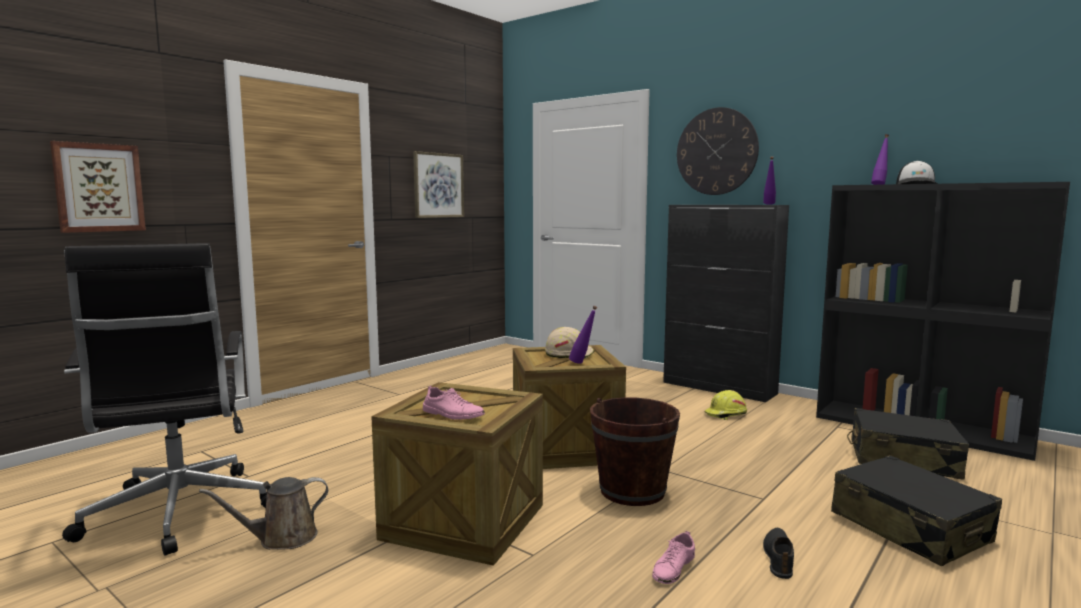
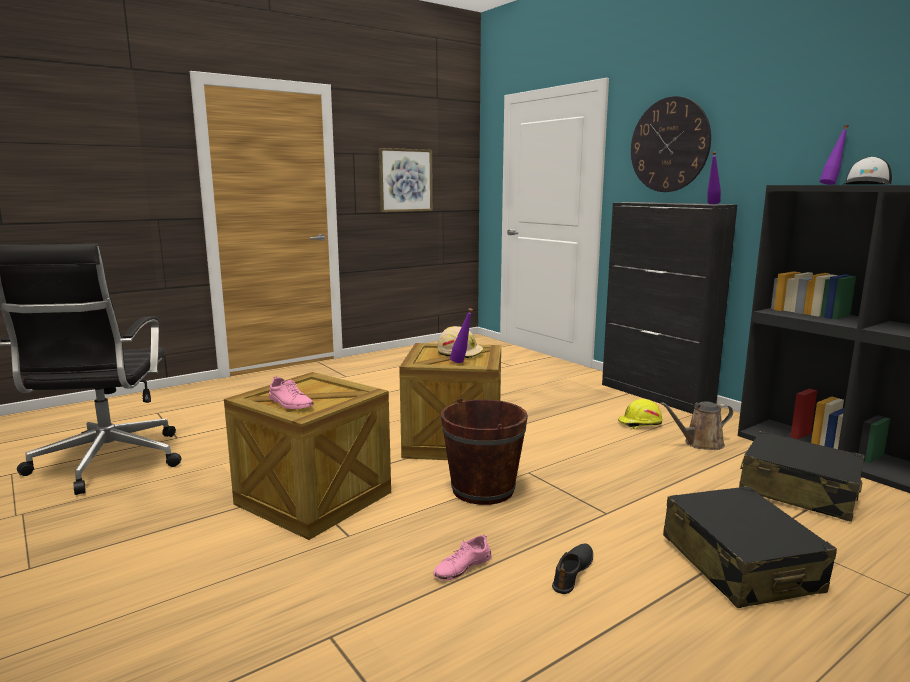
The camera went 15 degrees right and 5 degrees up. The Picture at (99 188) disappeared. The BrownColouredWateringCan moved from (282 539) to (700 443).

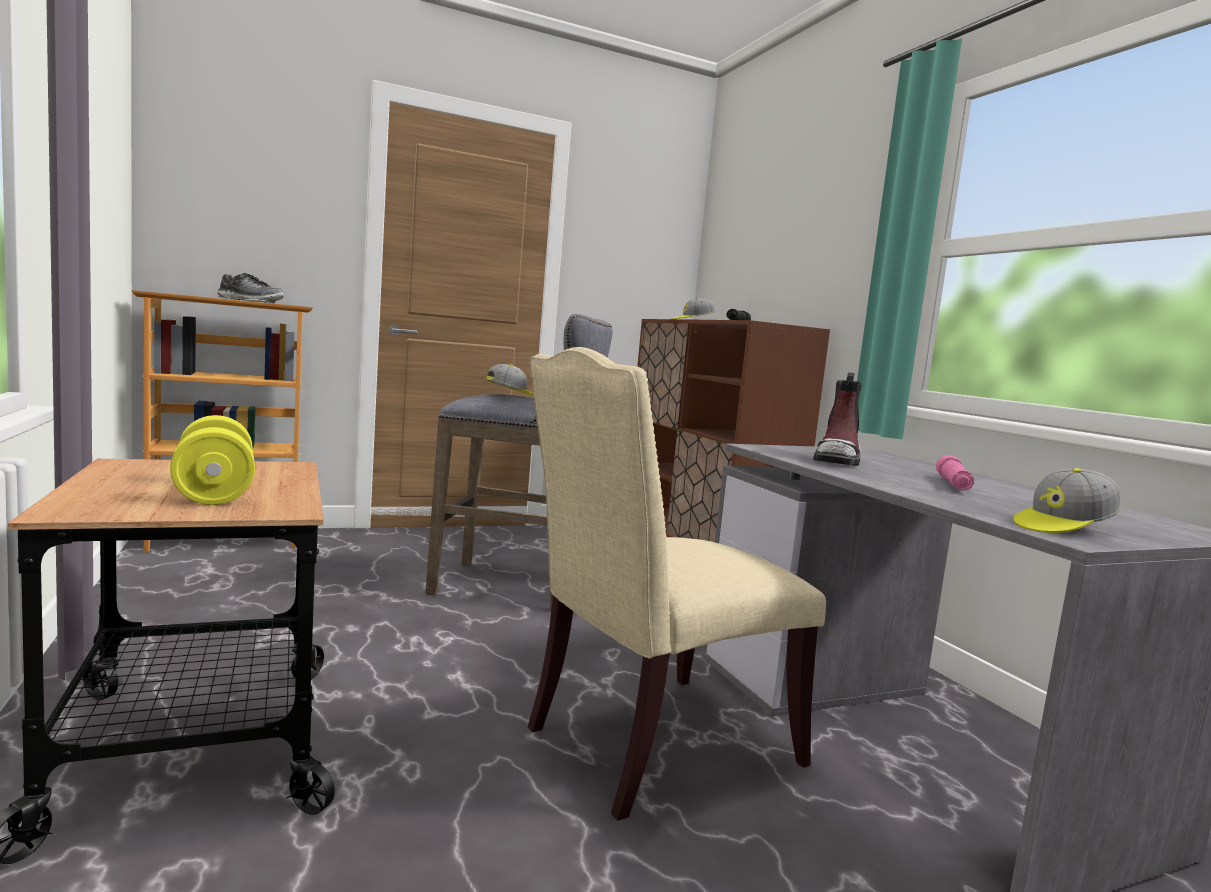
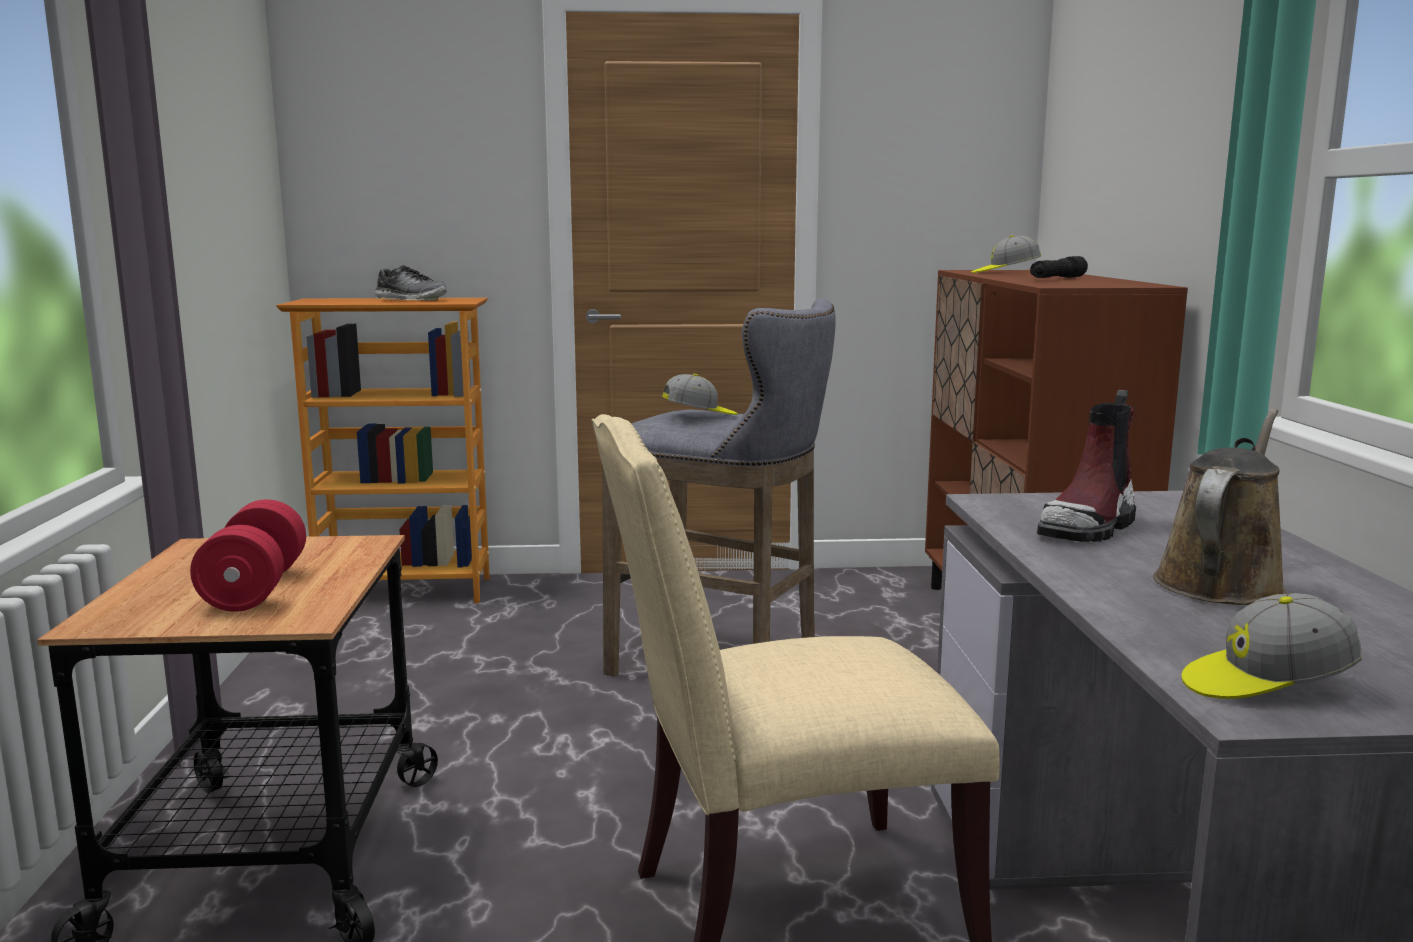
The camera went 20 degrees right and 5 degrees up. The PinkColouredTorch at (953 485) was replaced by the BrownColouredWateringCan at (1221 582). The YellowishDumbbell at (214 491) became the RedDumbbell at (255 589).

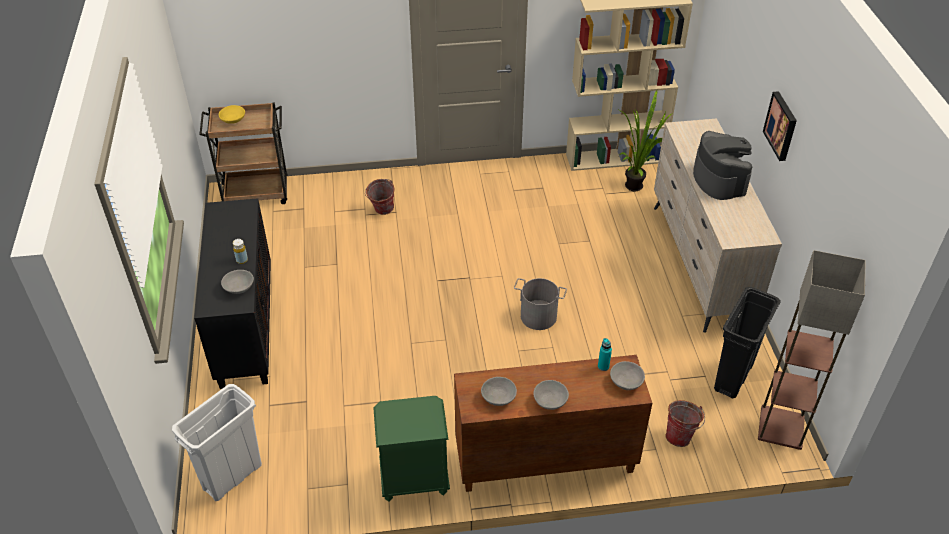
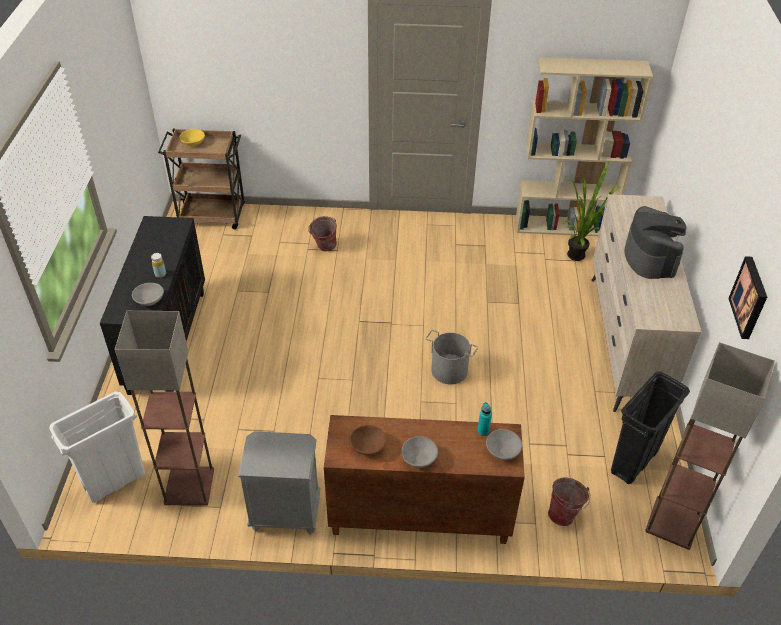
The camera went 10 degrees right and 0 degrees up. The StandardLamp at (190 487) appeared. The Picture moved from (782 126) to (750 297). The GreenishNightTable at (414 479) became the GreyishNightTable at (285 514). The GreyishBowl at (498 397) became the BrownColouredBowl at (367 446).

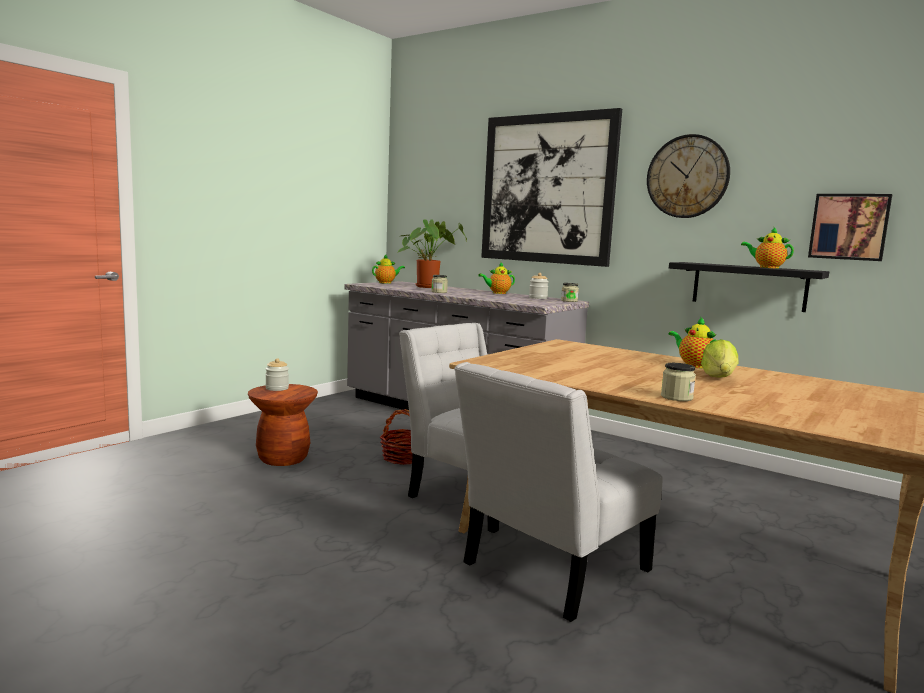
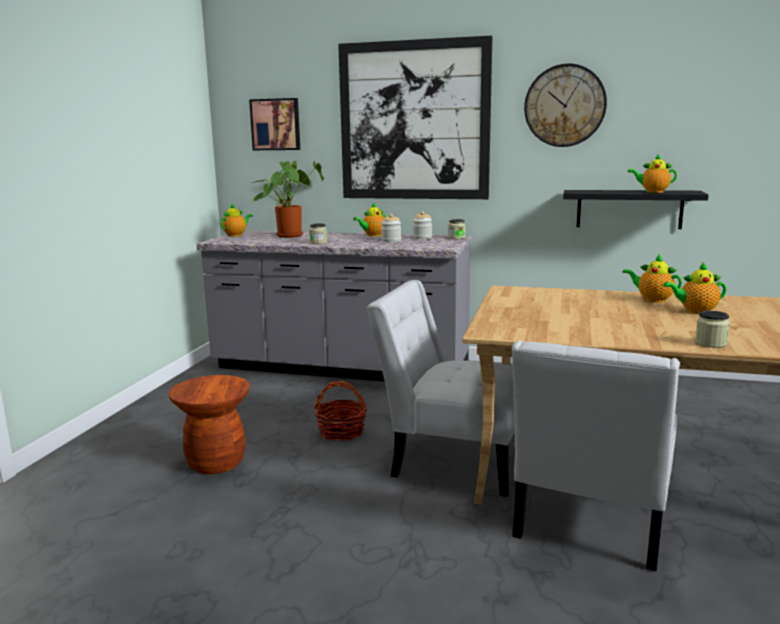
The camera went 20 degrees left and 5 degrees up. The PreserveJar moved from (277 388) to (391 241). The Picture moved from (849 227) to (276 124). The HeadOfLettuce at (719 377) was replaced by the TeaPot at (695 311).

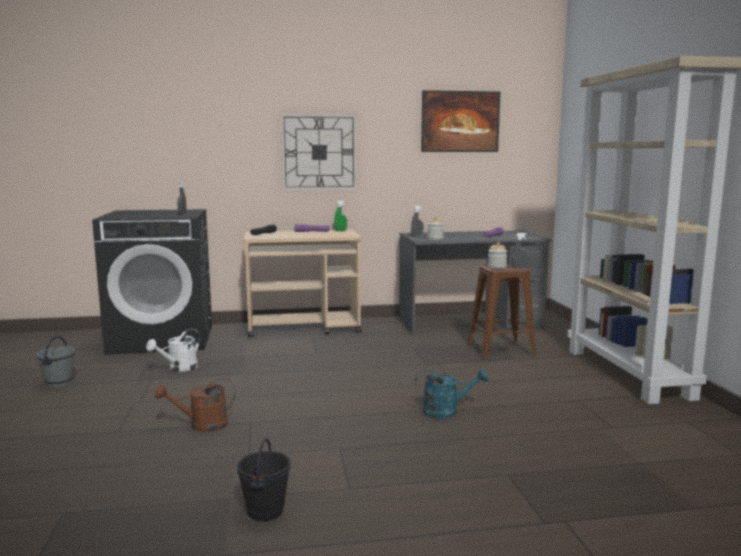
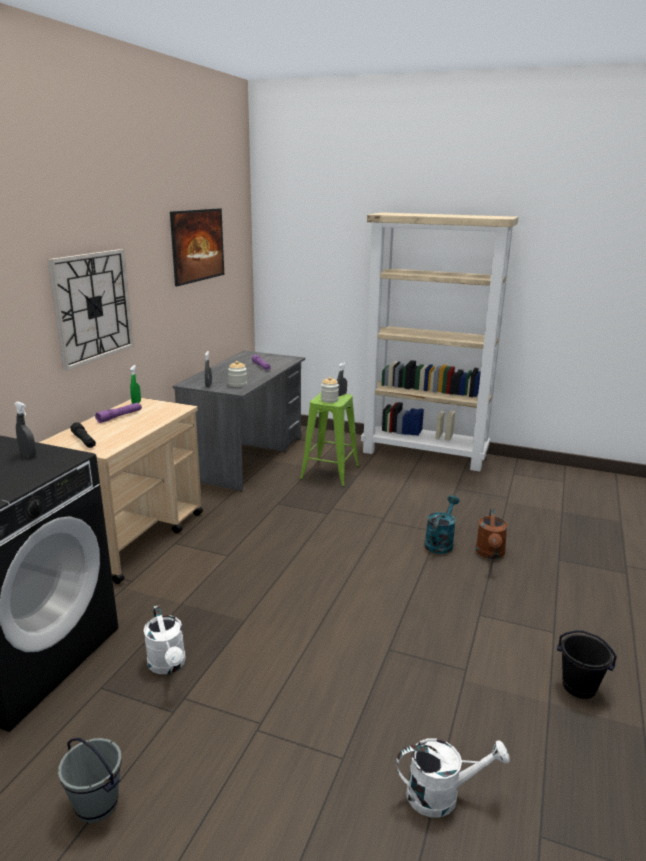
The camera went 60 degrees left and 10 degrees up. The WhiteWateringCan at (442 794) appeared. The BrownColouredWateringCan moved from (202 425) to (490 554). The BrownColouredStool at (501 350) became the GreenishStool at (330 472).

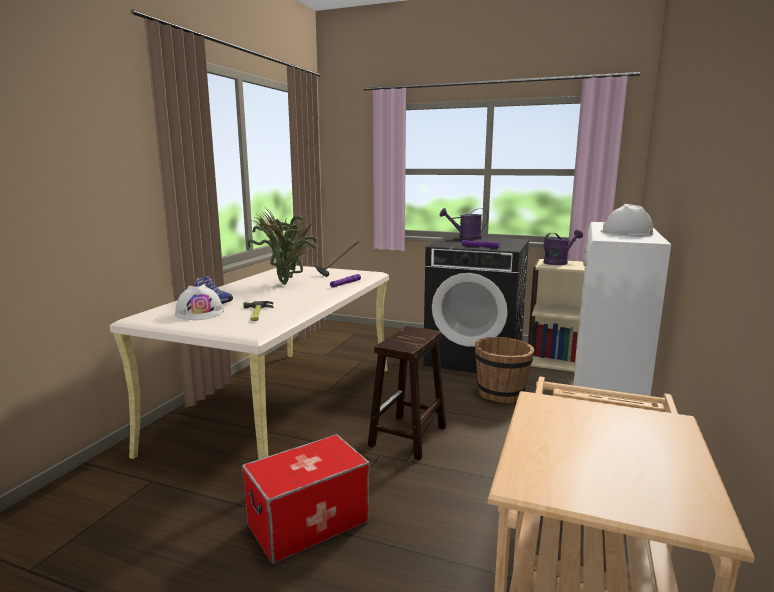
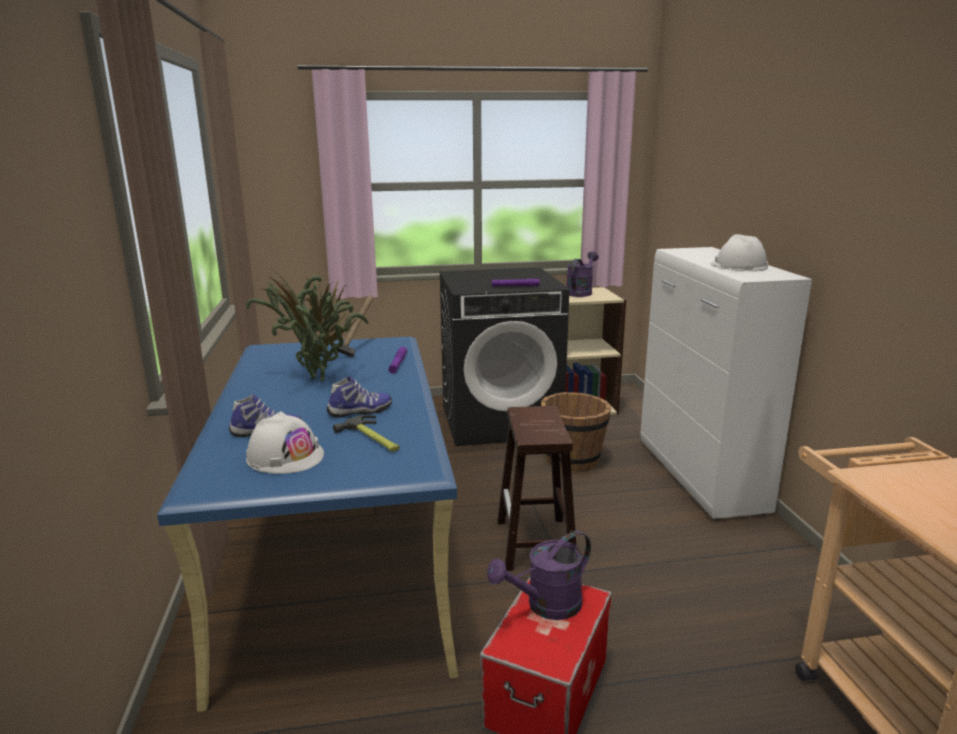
The camera went 30 degrees left and 5 degrees up. The ItemOfFootwear at (360 412) appeared. The PurpleWateringCan moved from (465 238) to (546 606). The BeigeDesk at (281 405) became the BluishDesk at (338 552).

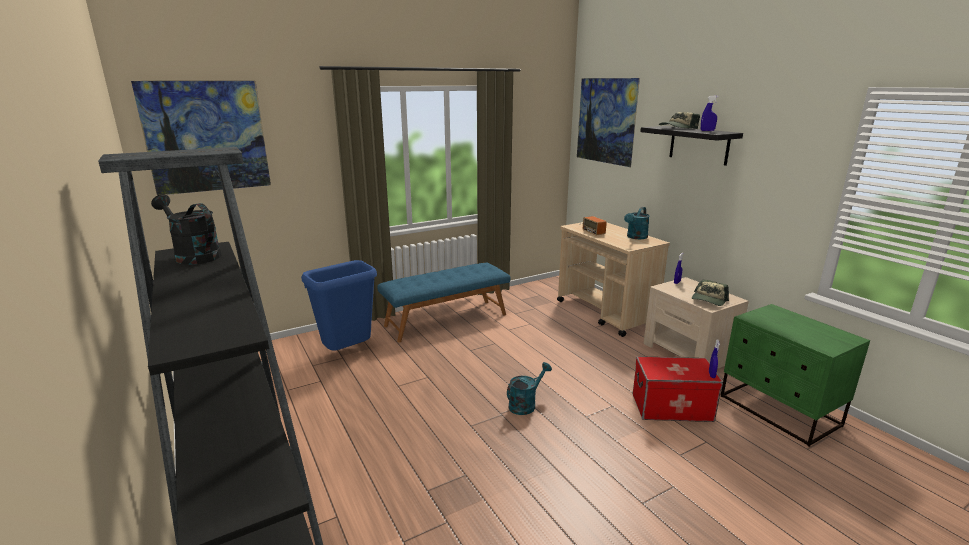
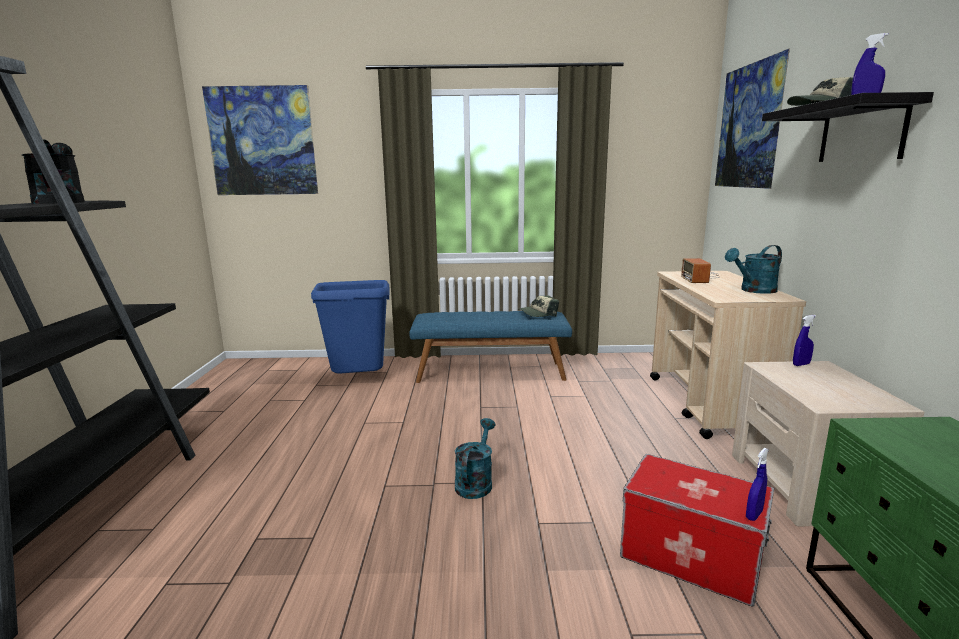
The camera went 30 degrees right and 5 degrees down. The BaseballCap moved from (709 300) to (538 314). The TurquoiseColouredWateringCan at (525 404) turned 60 degrees counterclockwise.

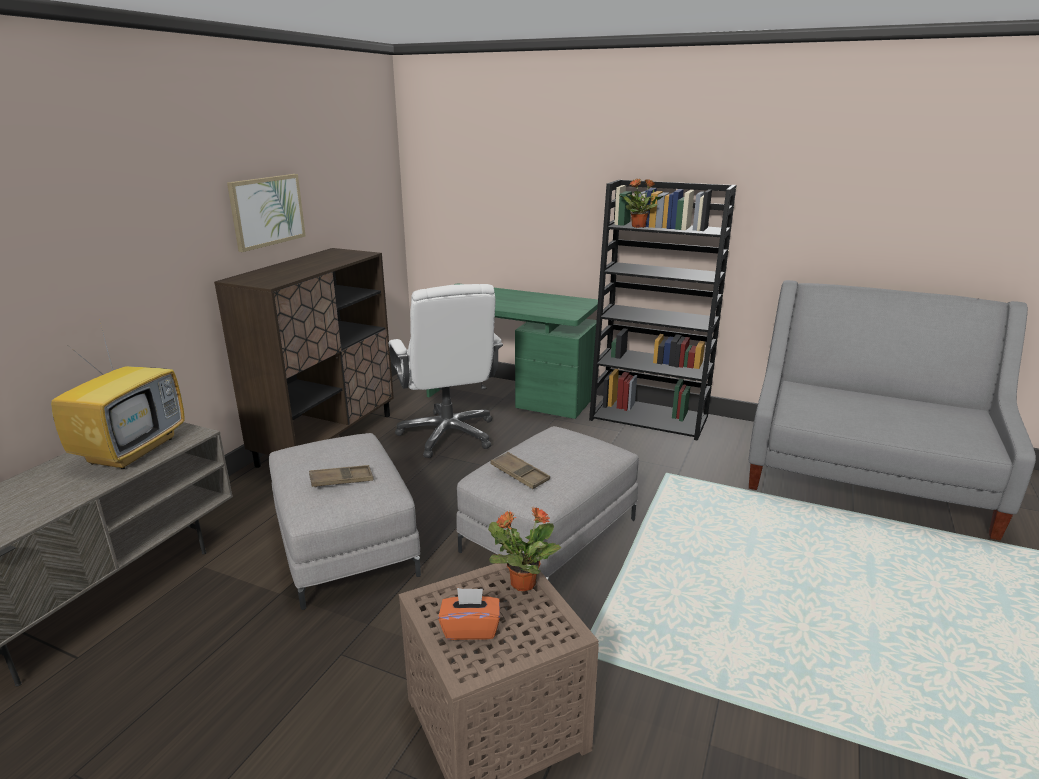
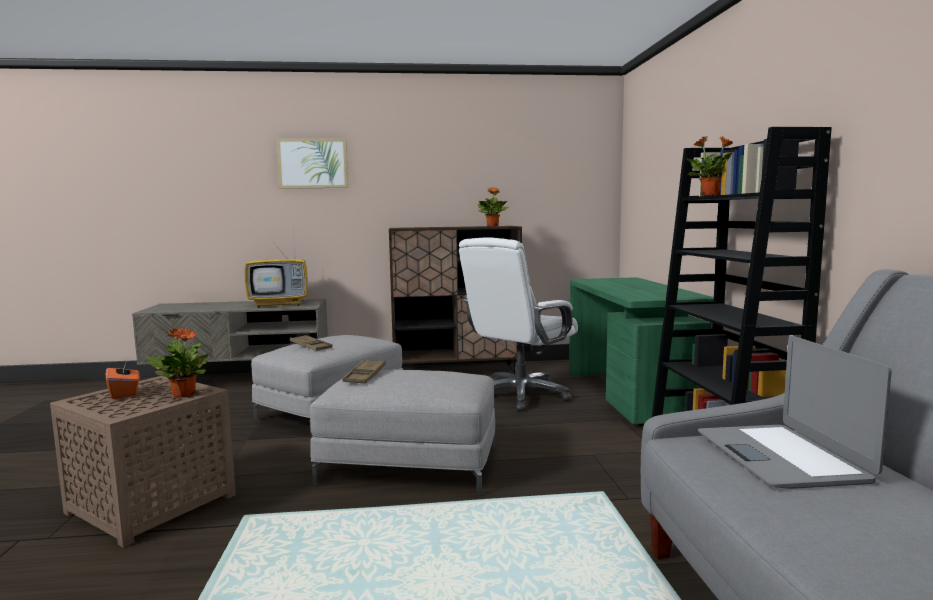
The camera went 60 degrees right and 15 degrees down. The Houseplant at (493 226) appeared. The PortableComputer at (781 457) appeared. The Picture moved from (267 211) to (313 163).

